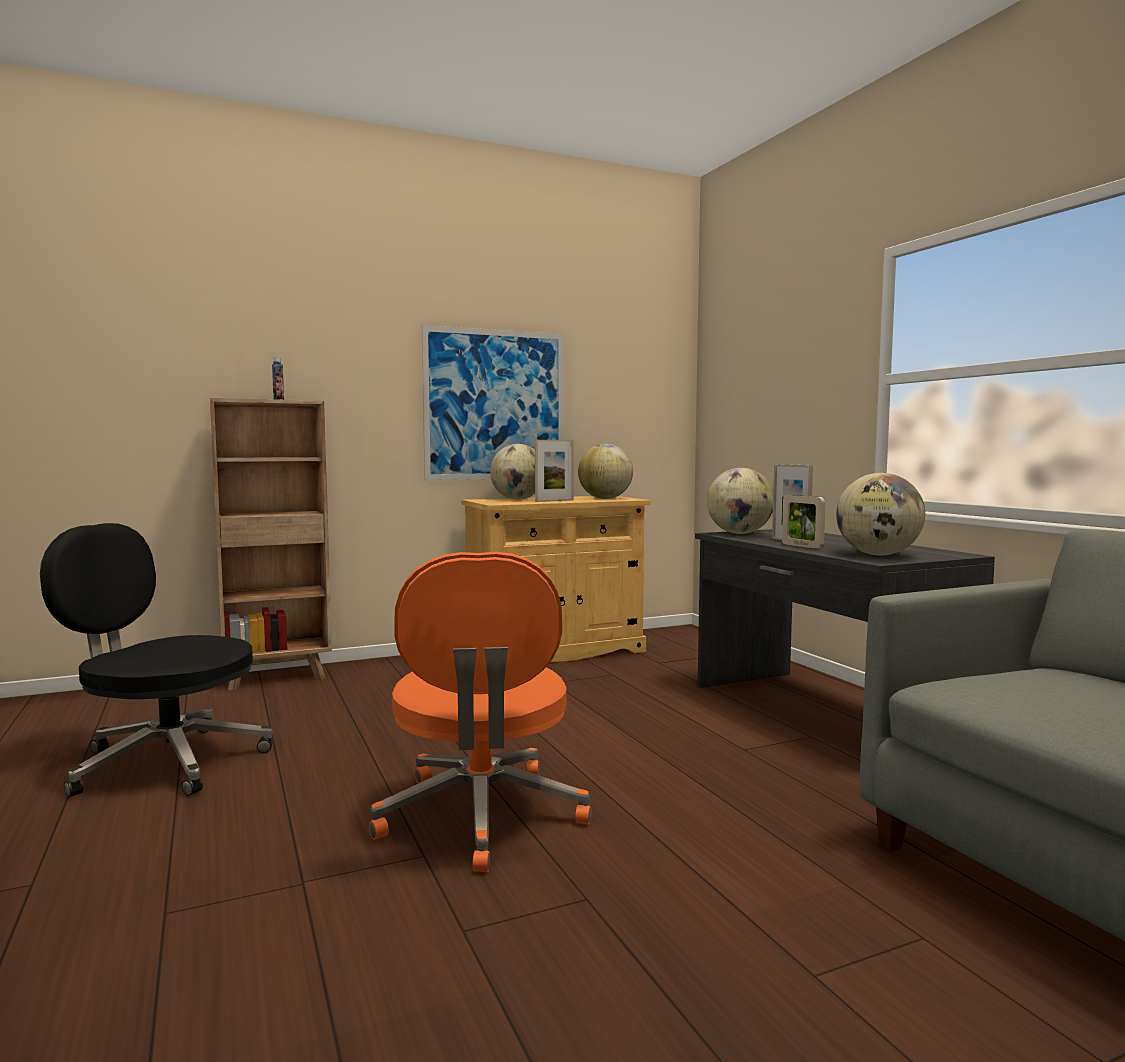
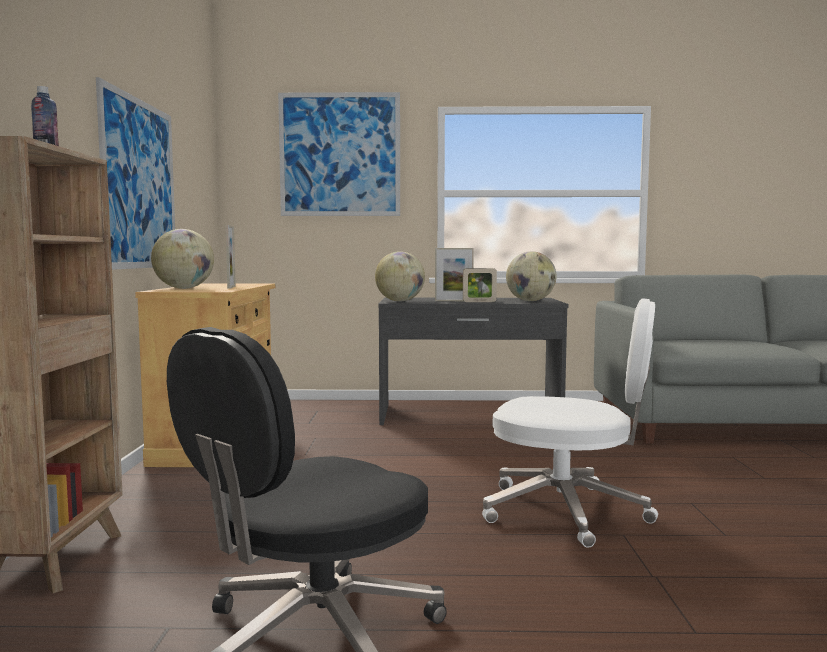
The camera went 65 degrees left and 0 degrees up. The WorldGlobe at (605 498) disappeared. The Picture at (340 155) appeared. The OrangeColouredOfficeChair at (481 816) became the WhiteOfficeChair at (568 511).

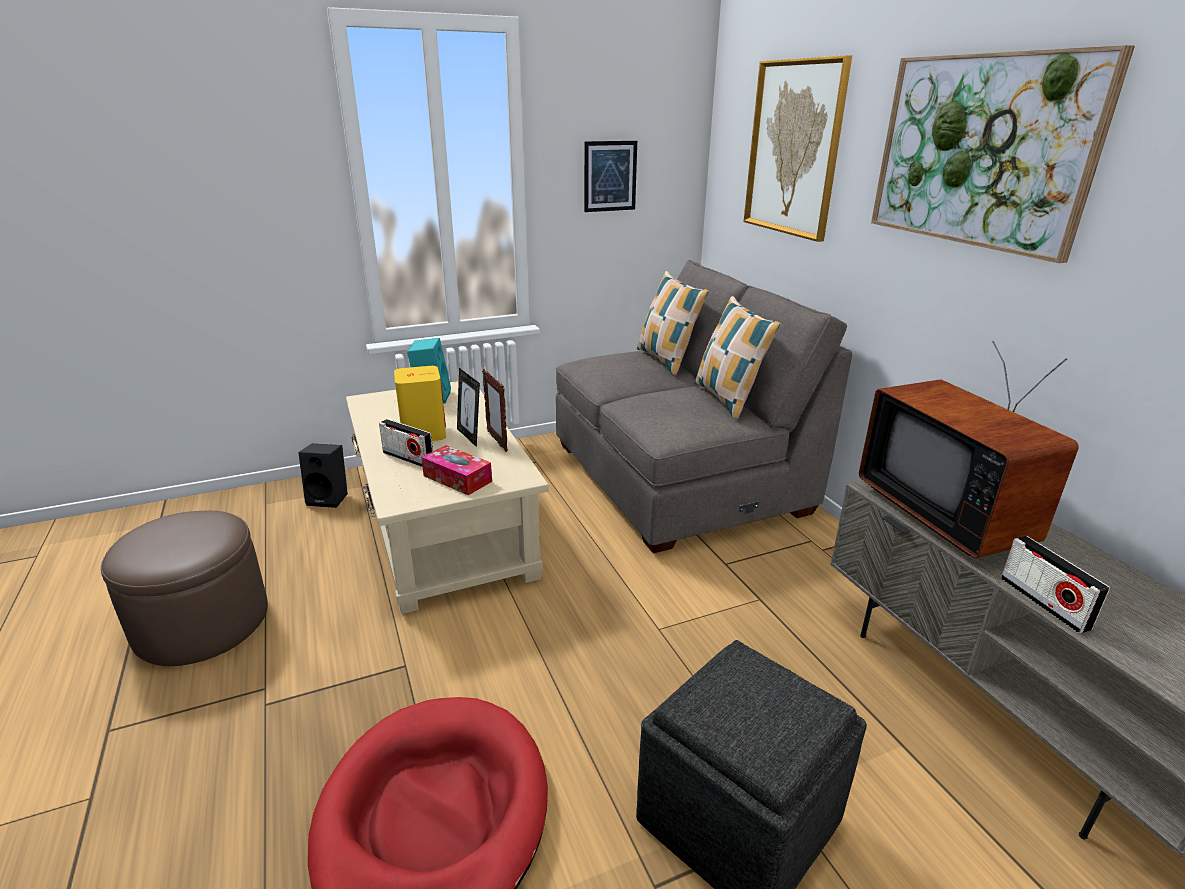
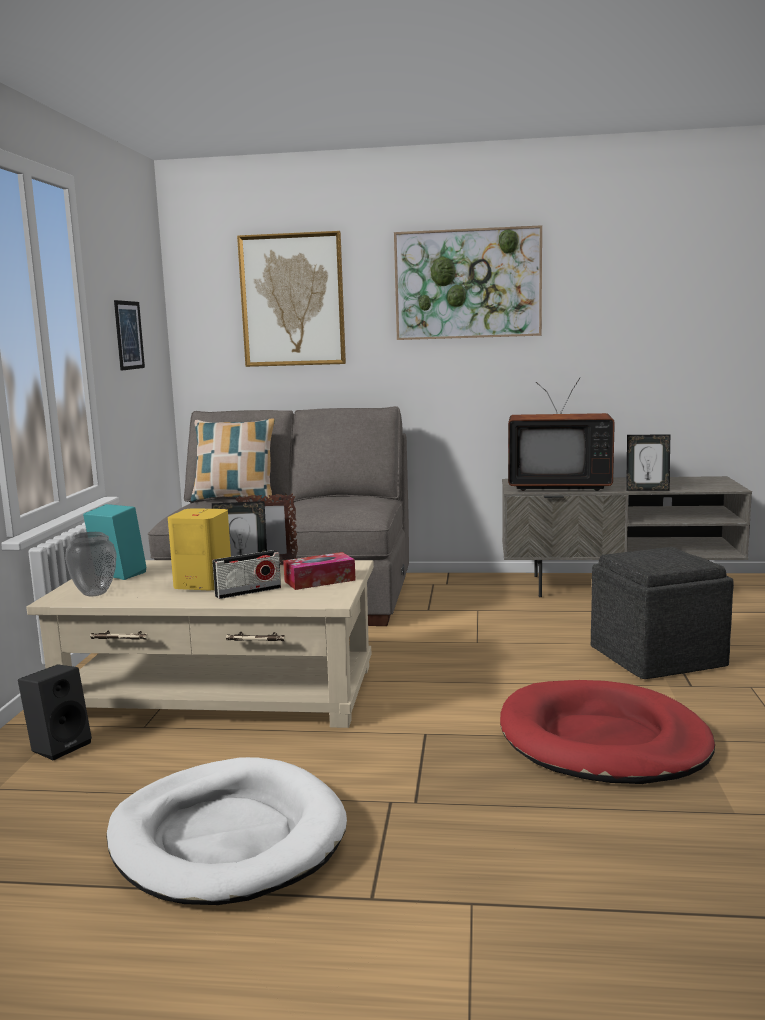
The camera went 60 degrees left and 15 degrees down. The ThrowPillow at (728 399) disappeared. The Vase at (94 593) appeared. The BrownColouredPouffe at (202 622) was replaced by the WhitePetBed at (227 838). The RadioReceiver at (1044 603) was replaced by the PhotoFrame at (647 490).

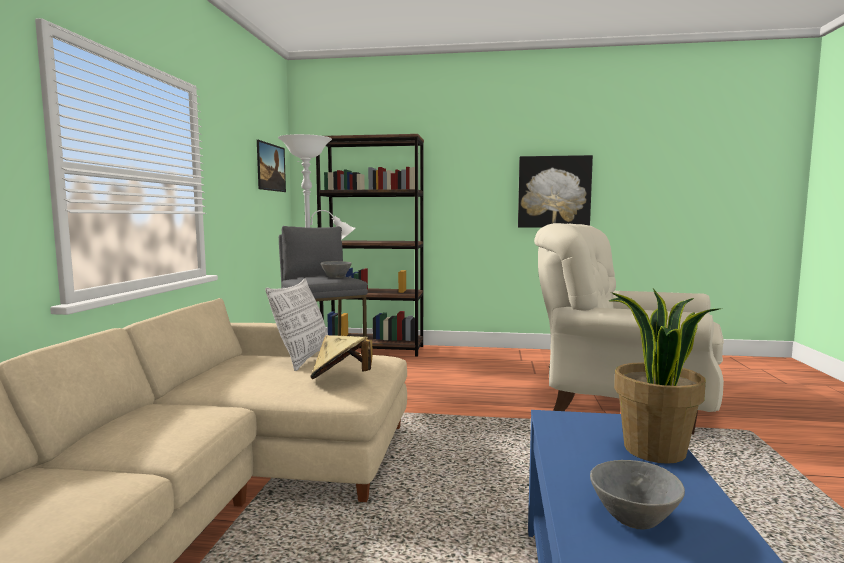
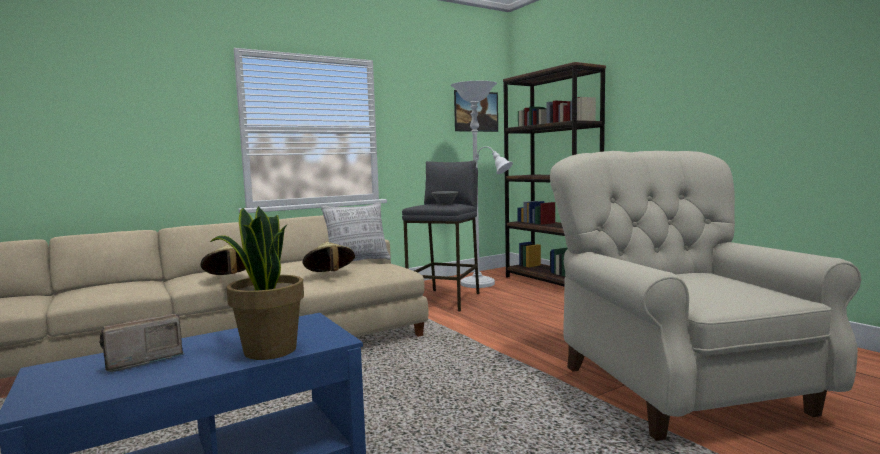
The camera went 50 degrees right and 0 degrees up. The Picture at (554 192) disappeared. The BeigeWearableHat at (229 278) appeared. The GreyishBowl at (631 517) was replaced by the RadioReceiver at (142 361).

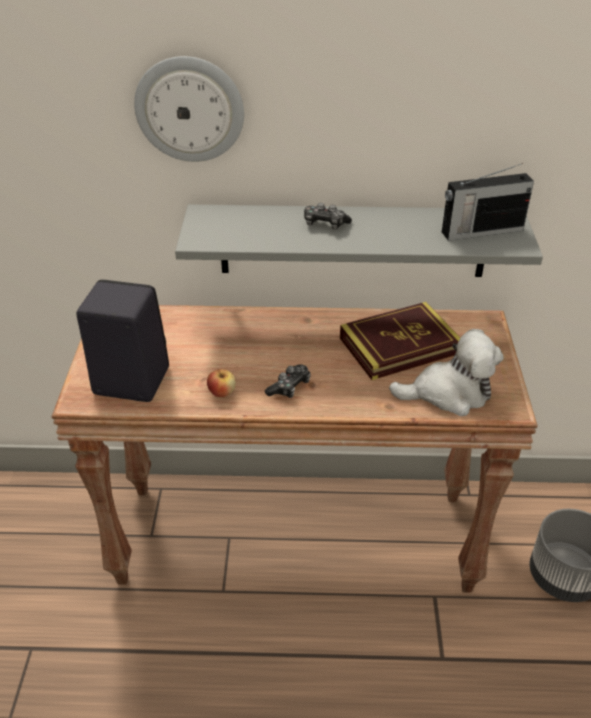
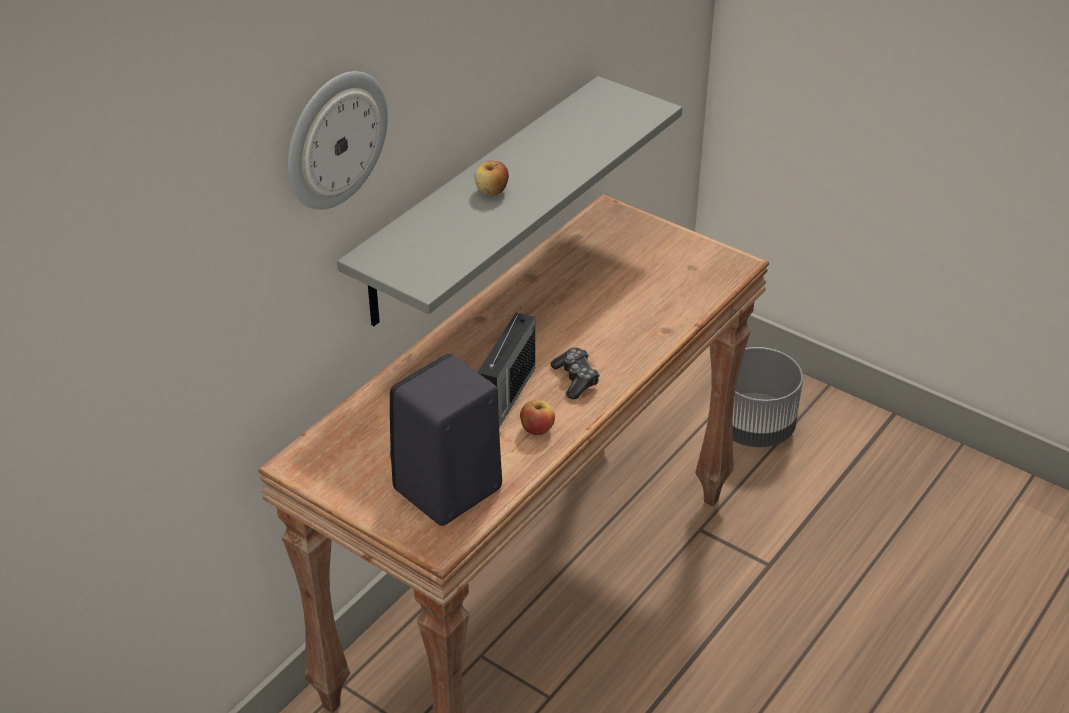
The camera went 55 degrees left and 0 degrees up. The Volume at (399 345) disappeared. The CuddlyToy at (449 393) disappeared. The RadioReceiver moved from (480 231) to (506 396). The Gamepad at (325 224) was replaced by the AppleFruit at (492 191).

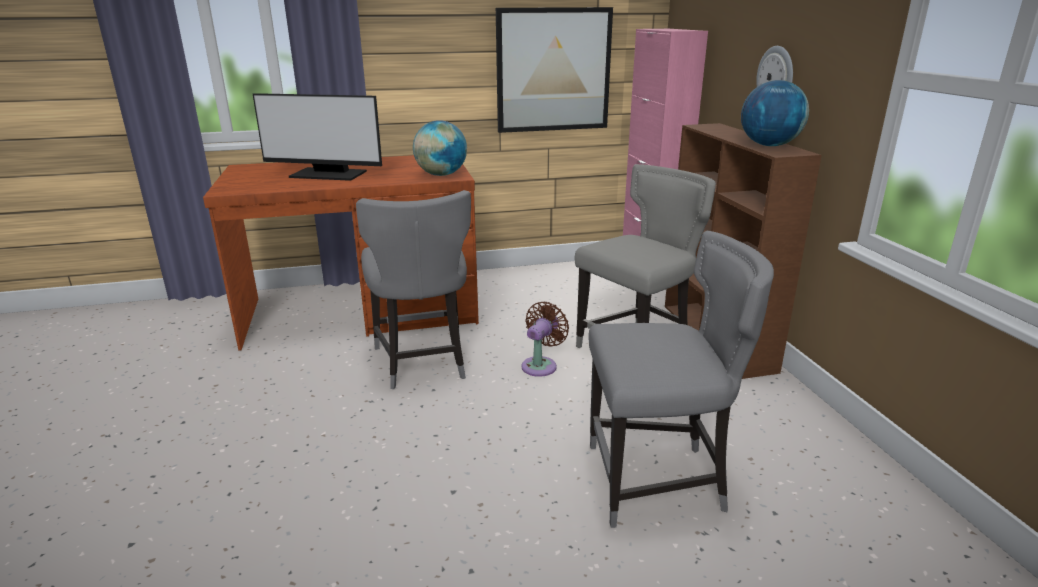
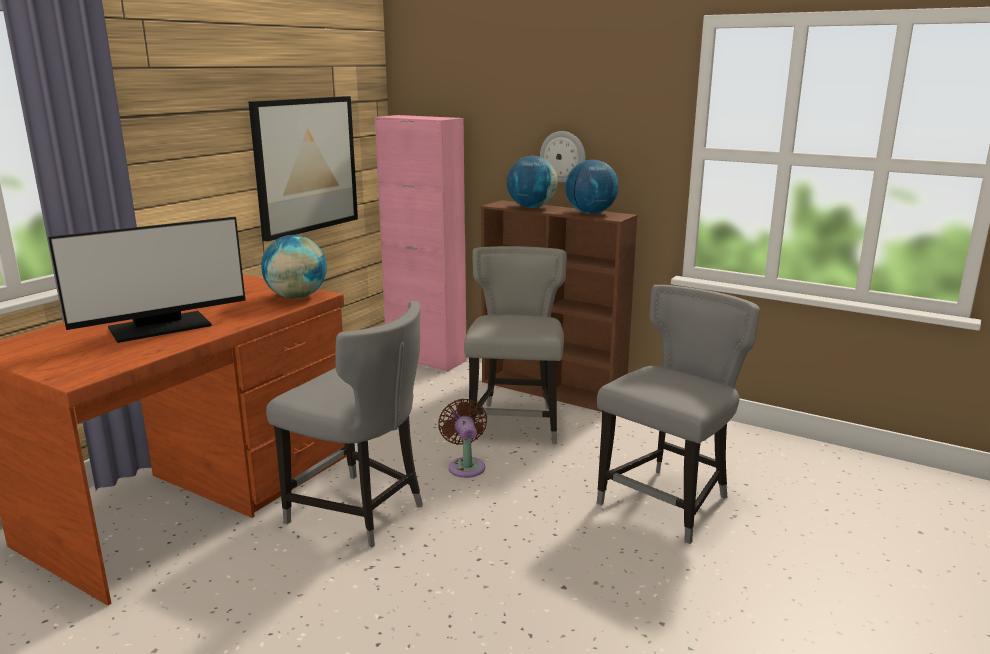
The camera went 45 degrees left and 5 degrees down. The WorldGlobe at (531 207) appeared.

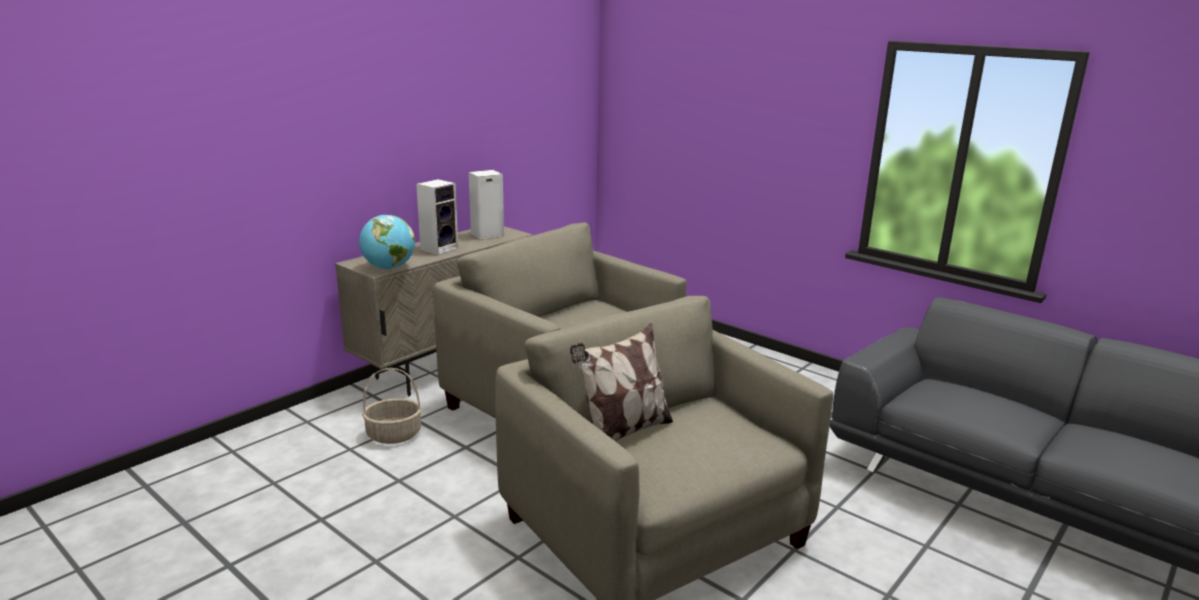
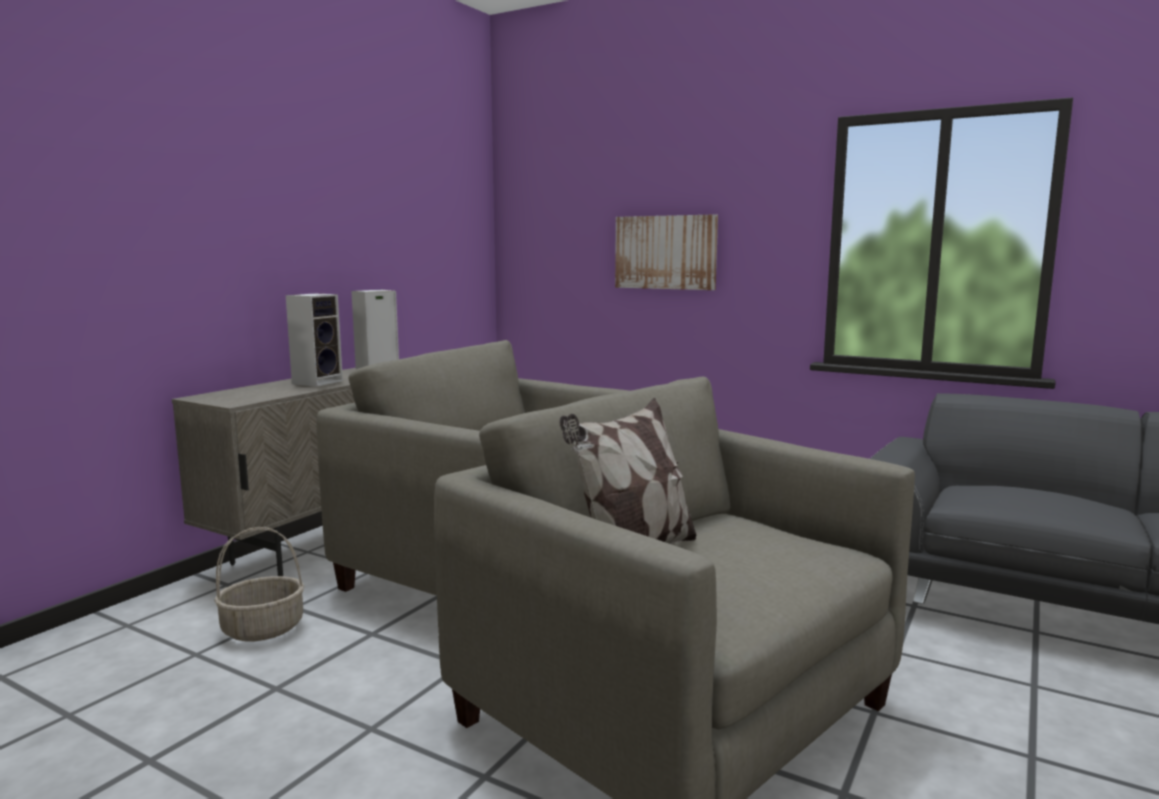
The camera went 10 degrees left and 10 degrees down. The WorldGlobe at (389 268) disappeared. The Picture at (665 252) appeared.

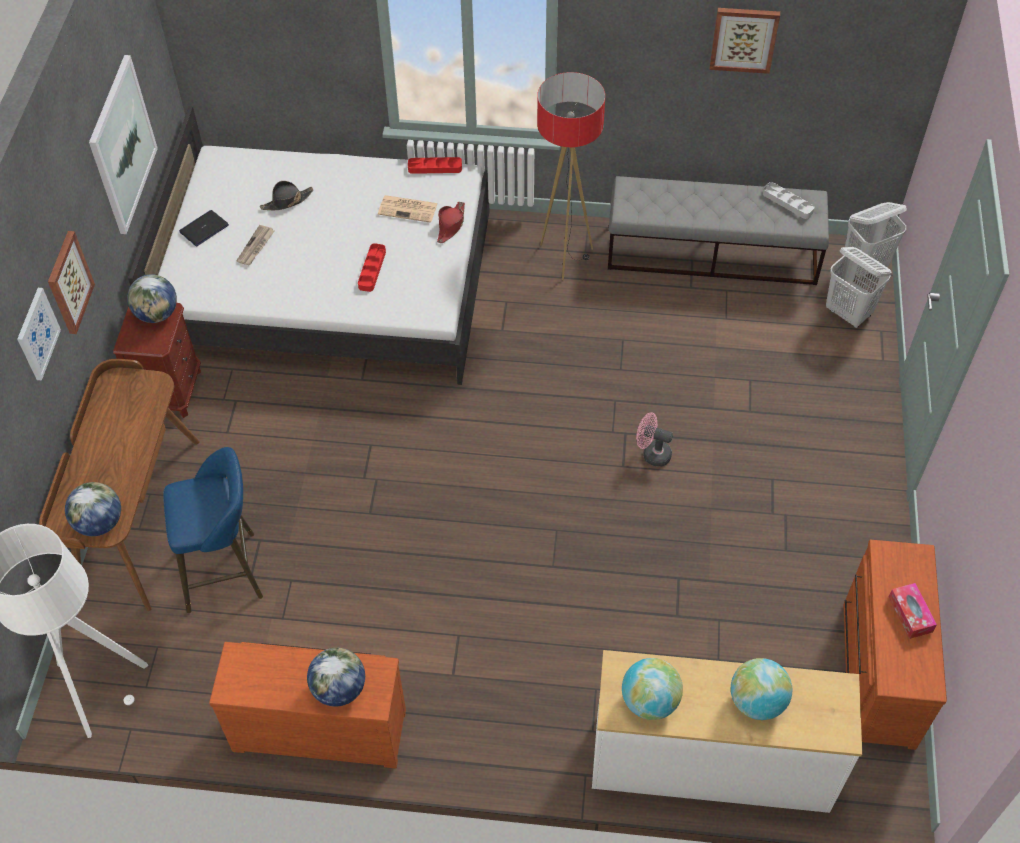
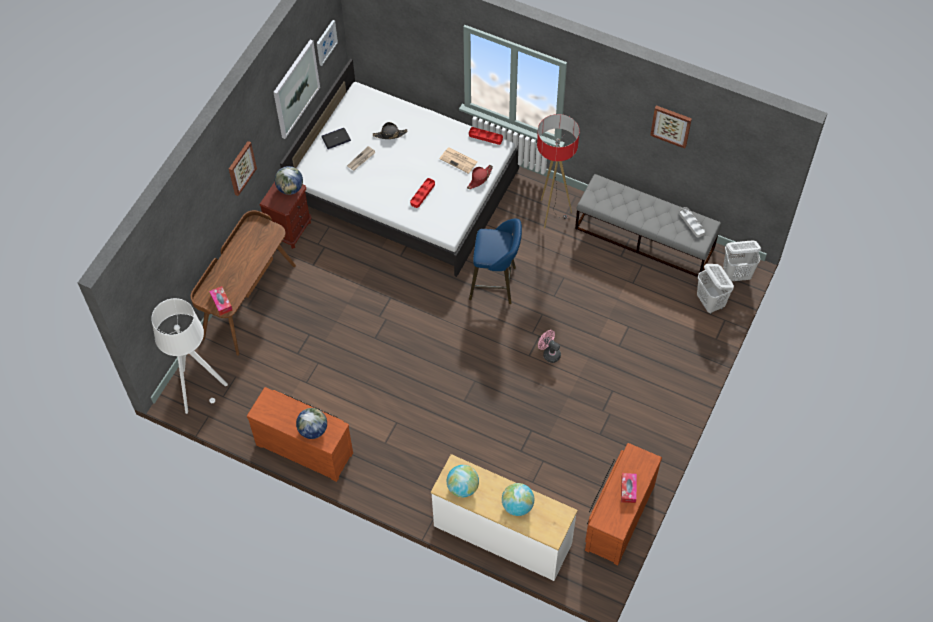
The camera went 20 degrees right and 5 degrees up. The Picture moved from (37 334) to (326 42). The BluishStool moved from (227 570) to (496 283). The WorldGlobe at (99 523) was replaced by the BoxOfTissues at (221 303).

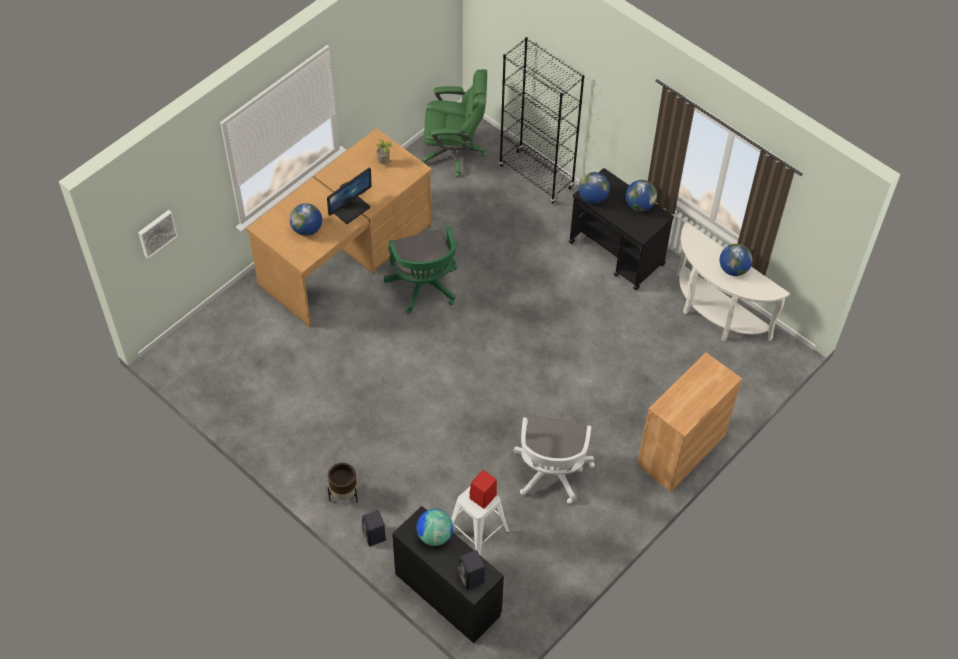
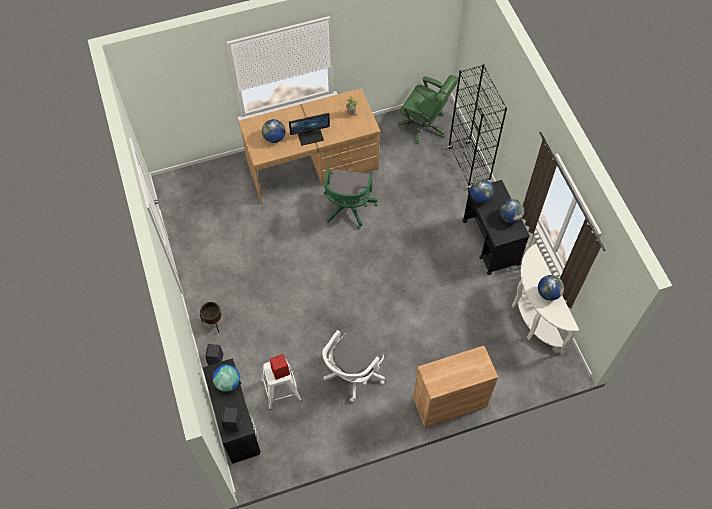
The camera went 30 degrees right and 5 degrees up. The Picture at (156 233) disappeared.

